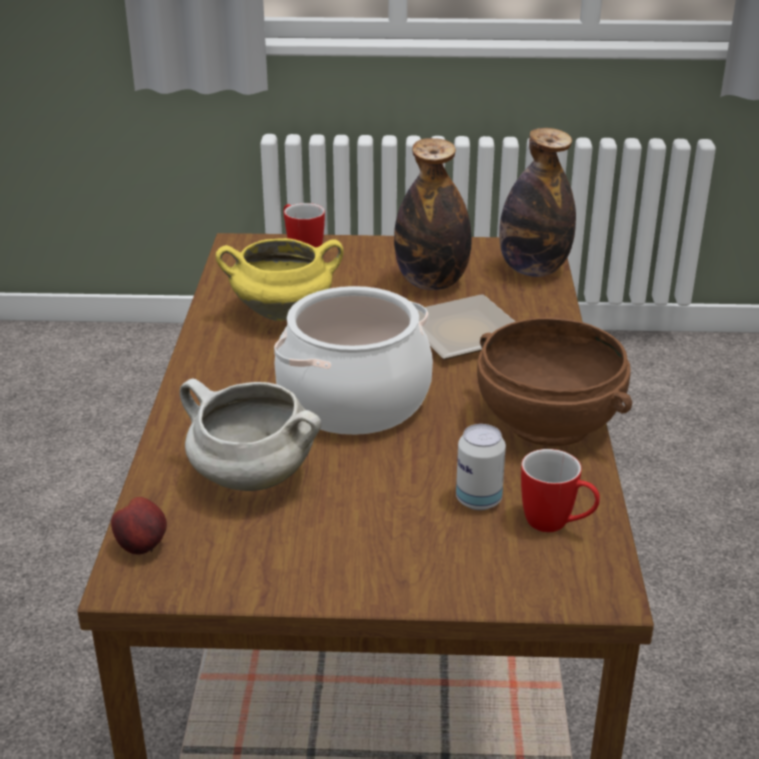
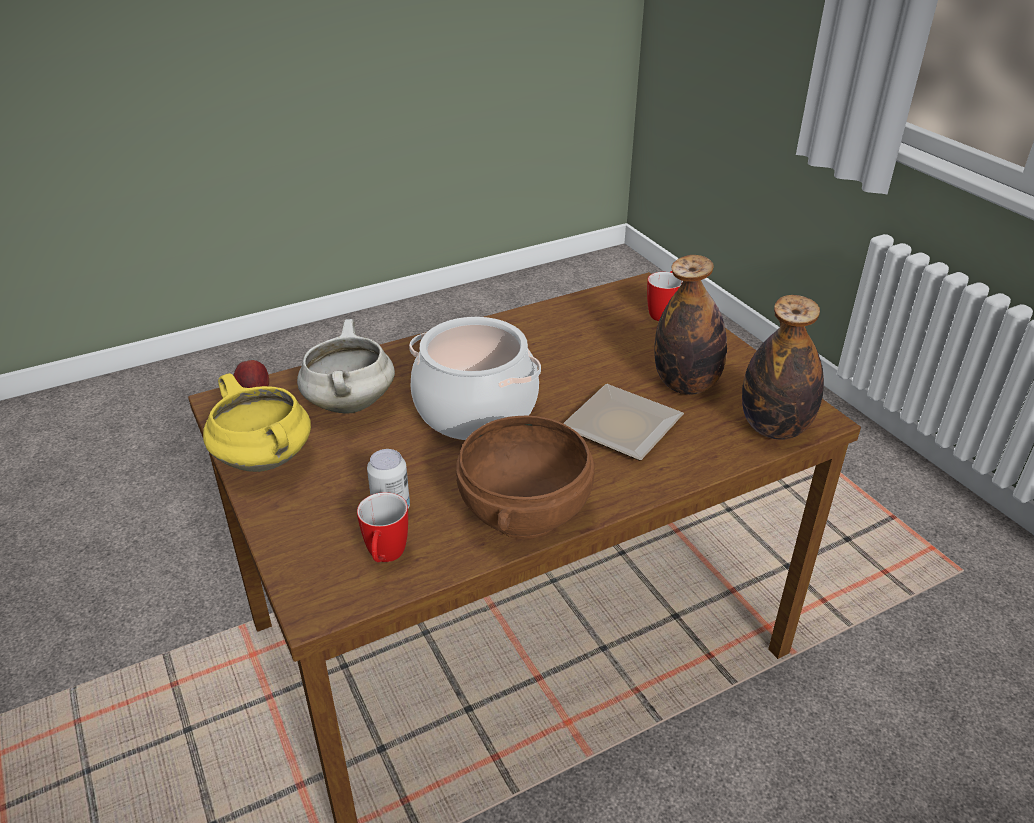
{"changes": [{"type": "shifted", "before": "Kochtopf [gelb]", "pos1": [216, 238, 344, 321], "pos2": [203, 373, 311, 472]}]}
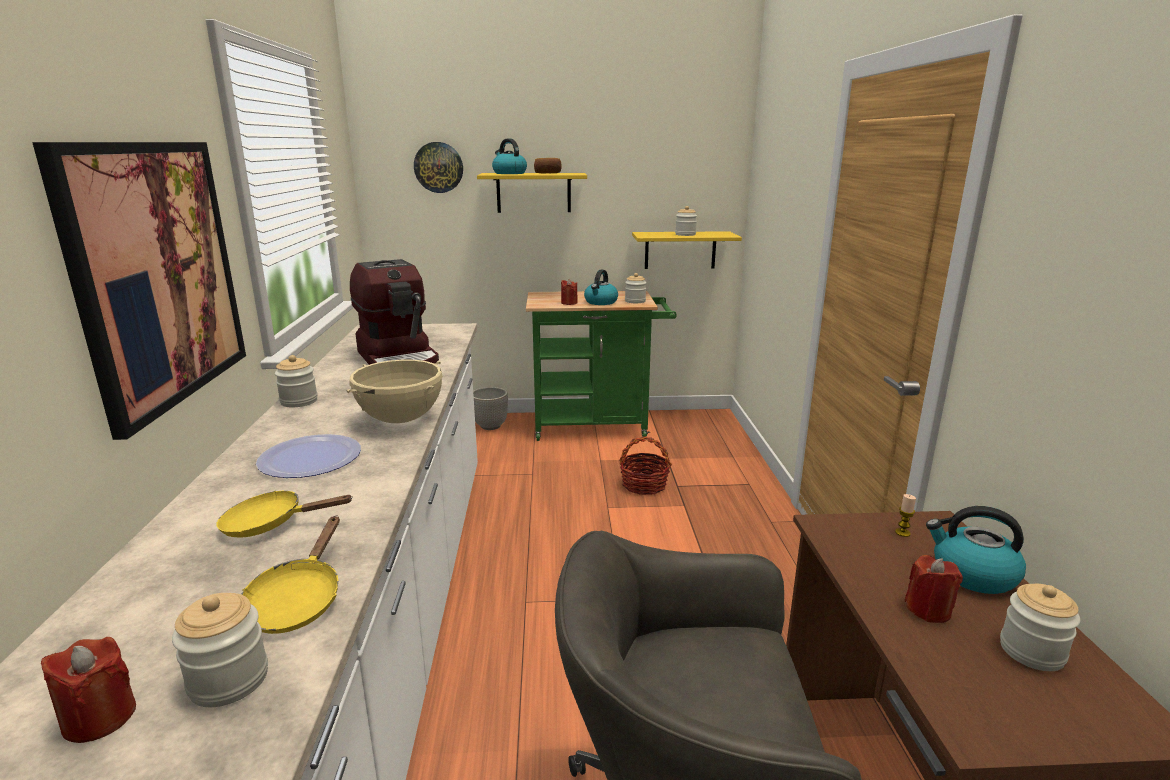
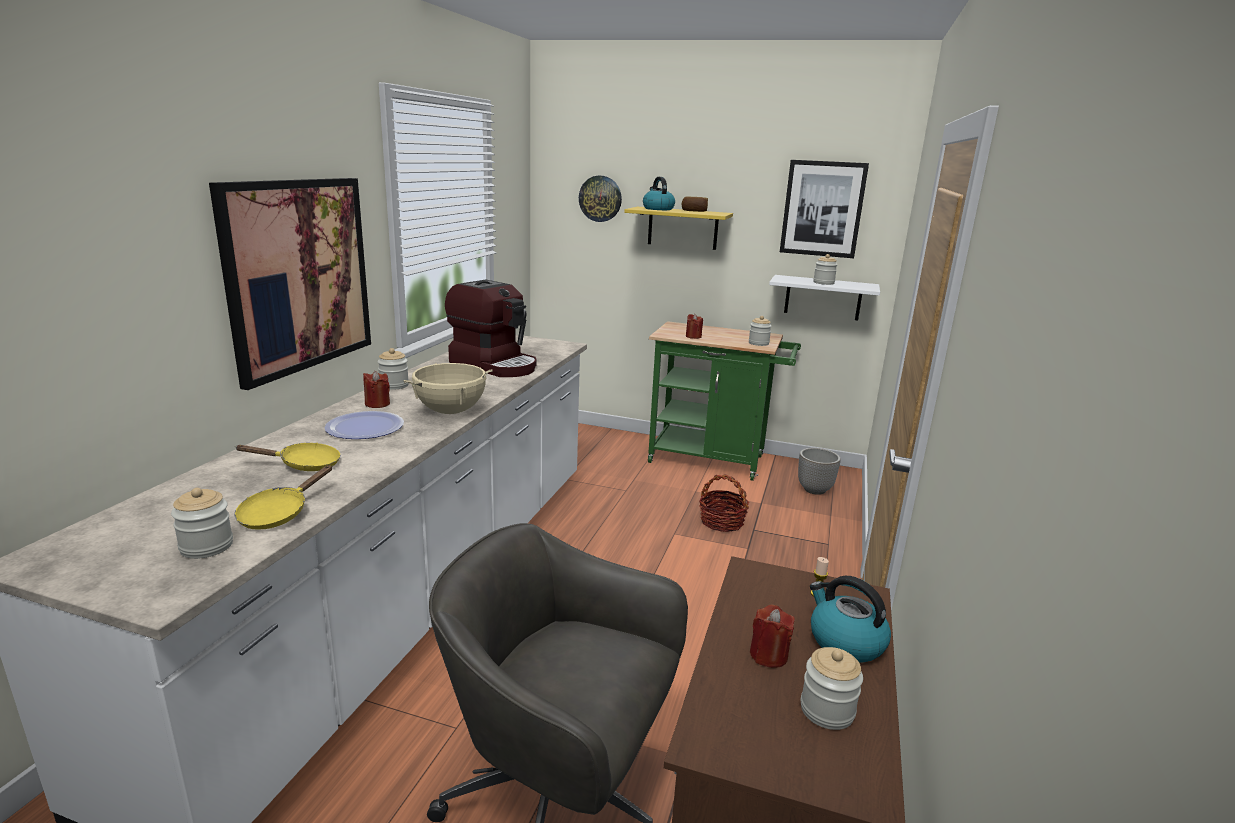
{"changes": [{"type": "shifted", "before": "Kerze [rot]", "pos1": [41, 637, 136, 743], "pos2": [363, 371, 390, 408]}, {"type": "rotated", "before": "Pfanne [gelb]", "pos1": [217, 491, 353, 538], "pos2": [235, 443, 340, 471], "turn": 150}, {"type": "rotated", "before": "Kaffeemaschine", "pos1": [350, 259, 439, 365], "pos2": [445, 280, 537, 377], "turn": -45}, {"type": "shifted", "before": "Pflanzkübel", "pos1": [473, 387, 508, 430], "pos2": [798, 448, 841, 495]}, {"type": "gone", "before": "Wasserkessel", "pos1": [584, 270, 618, 305]}, {"type": "repainted", "before": "Wandregal [gelb]", "after": "Wandregal [weiß]", "pos1": [632, 231, 742, 269], "pos2": [769, 275, 880, 320]}, {"type": "new", "after": "Bild", "pos2": [780, 160, 869, 258]}]}
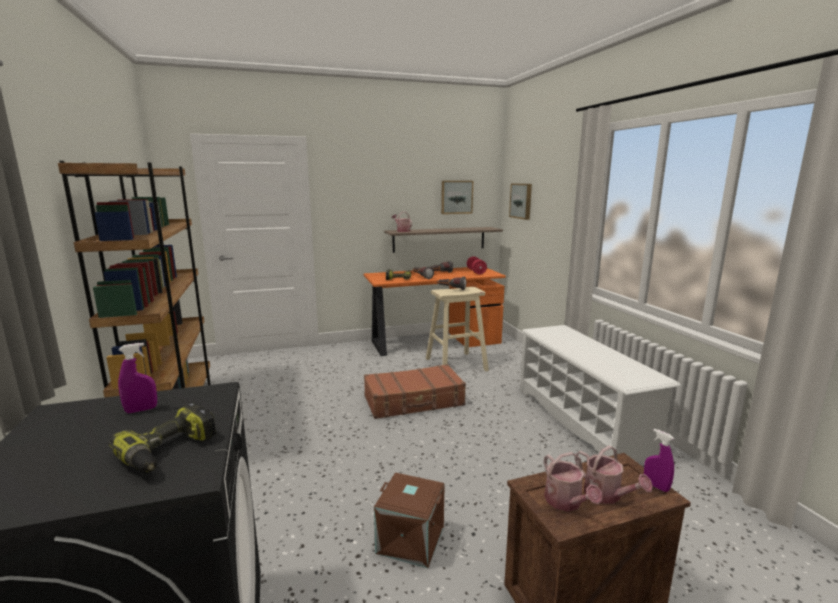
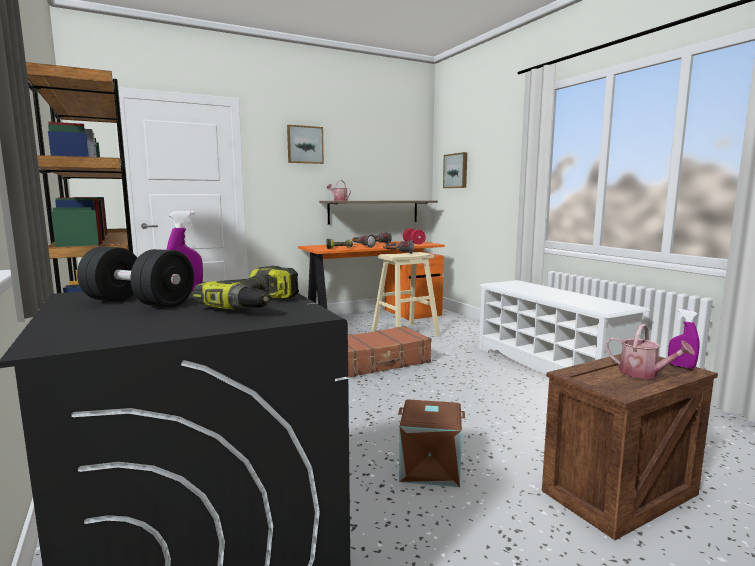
{"changes": [{"type": "shifted", "before": "Bild", "pos1": [441, 181, 473, 214], "pos2": [287, 125, 324, 164]}, {"type": "gone", "before": "Gießkanne", "pos1": [544, 452, 602, 512]}, {"type": "new", "after": "Hantel [schwarz]", "pos2": [77, 247, 194, 308]}]}
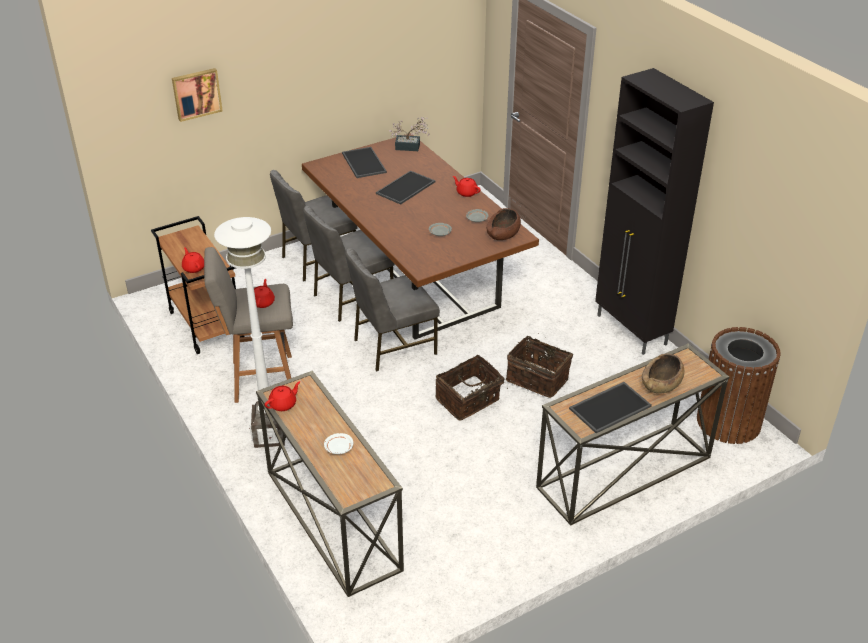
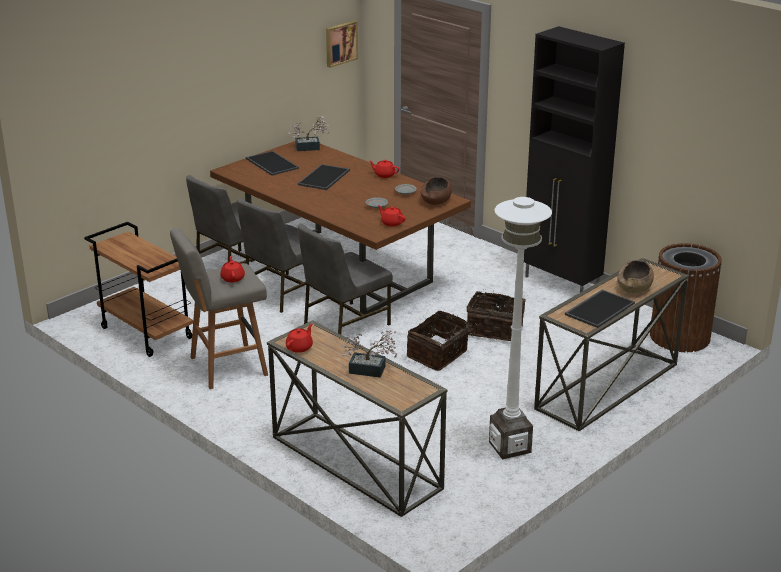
{"changes": [{"type": "shifted", "before": "Bild", "pos1": [172, 68, 223, 122], "pos2": [326, 21, 358, 68]}, {"type": "shifted", "before": "Teekanne [rot]", "pos1": [182, 247, 204, 273], "pos2": [378, 205, 405, 227]}, {"type": "shifted", "before": "Stehlampe [weiß]", "pos1": [214, 217, 285, 448], "pos2": [489, 197, 552, 459]}, {"type": "swapped", "before": "Teller [weiß]", "after": "Topfpflanze", "pos1": [324, 433, 353, 454], "pos2": [342, 330, 397, 378]}]}
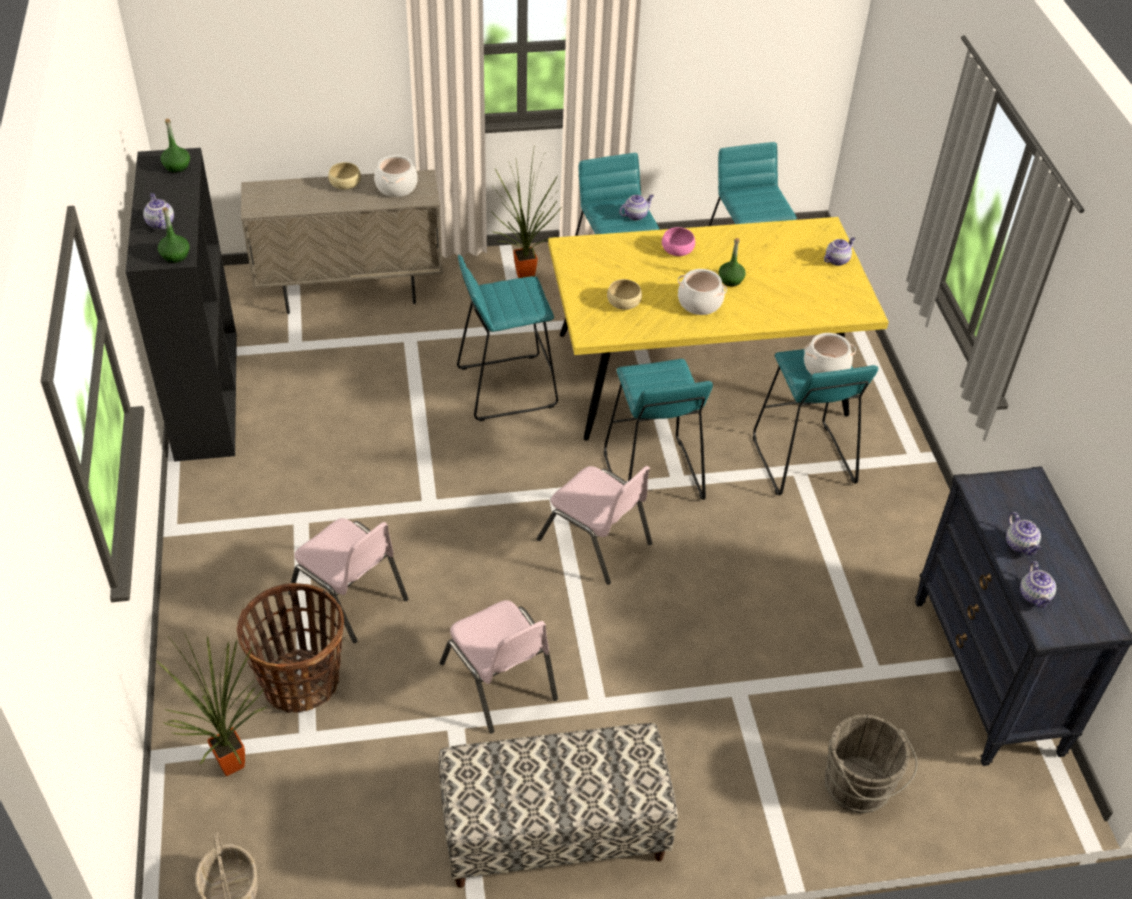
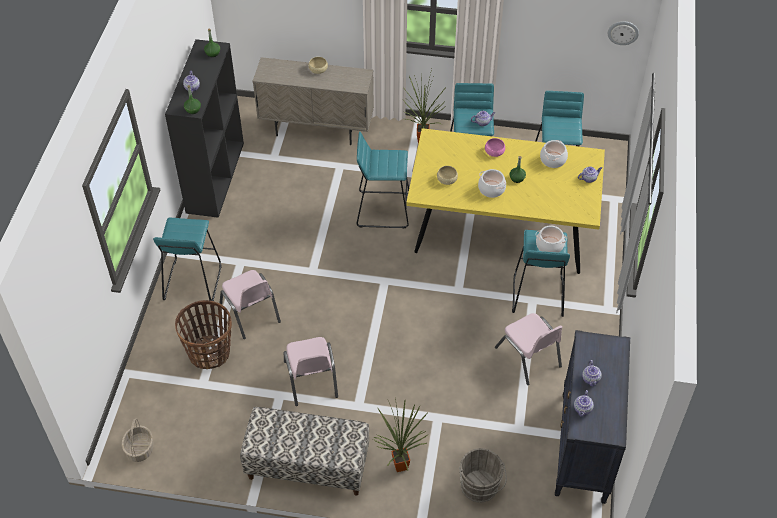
{"changes": [{"type": "shifted", "before": "Topfpflanze", "pos1": [156, 634, 267, 776], "pos2": [373, 399, 429, 472]}, {"type": "shifted", "before": "Kochtopf", "pos1": [374, 155, 418, 197], "pos2": [540, 140, 568, 168]}, {"type": "shifted", "before": "Stuhl [rosa]", "pos1": [537, 466, 652, 585], "pos2": [495, 313, 563, 385]}, {"type": "shifted", "before": "Hocker [türkis]", "pos1": [604, 359, 713, 500], "pos2": [153, 217, 221, 301]}, {"type": "new", "after": "Wanduhr", "pos2": [608, 21, 639, 45]}]}
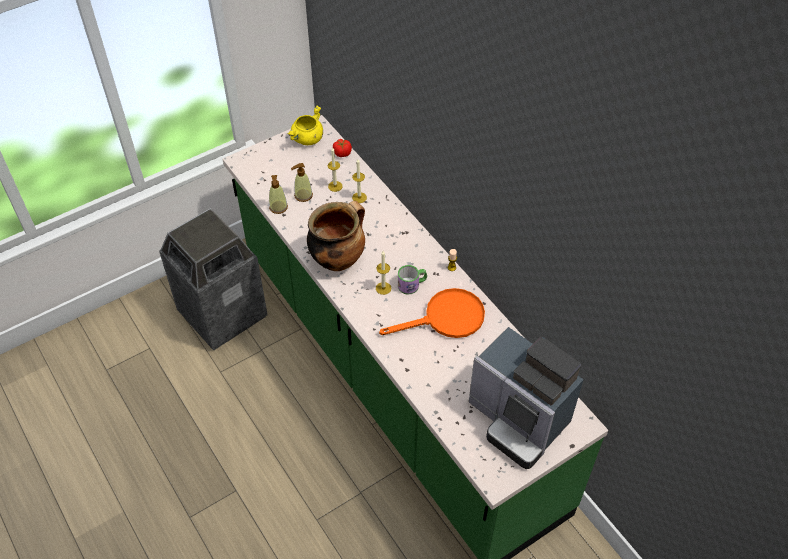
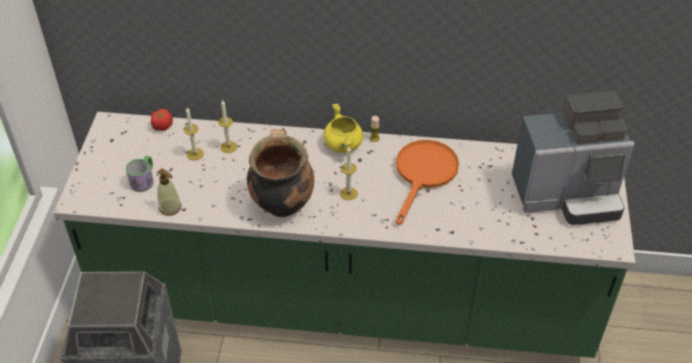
{"changes": [{"type": "shifted", "before": "Kochtopf [gelb]", "pos1": [287, 105, 323, 145], "pos2": [323, 103, 363, 153]}, {"type": "gone", "before": "Seifenspender", "pos1": [291, 163, 313, 202]}, {"type": "shifted", "before": "Henkelbecher", "pos1": [398, 265, 427, 295], "pos2": [126, 155, 154, 192]}]}
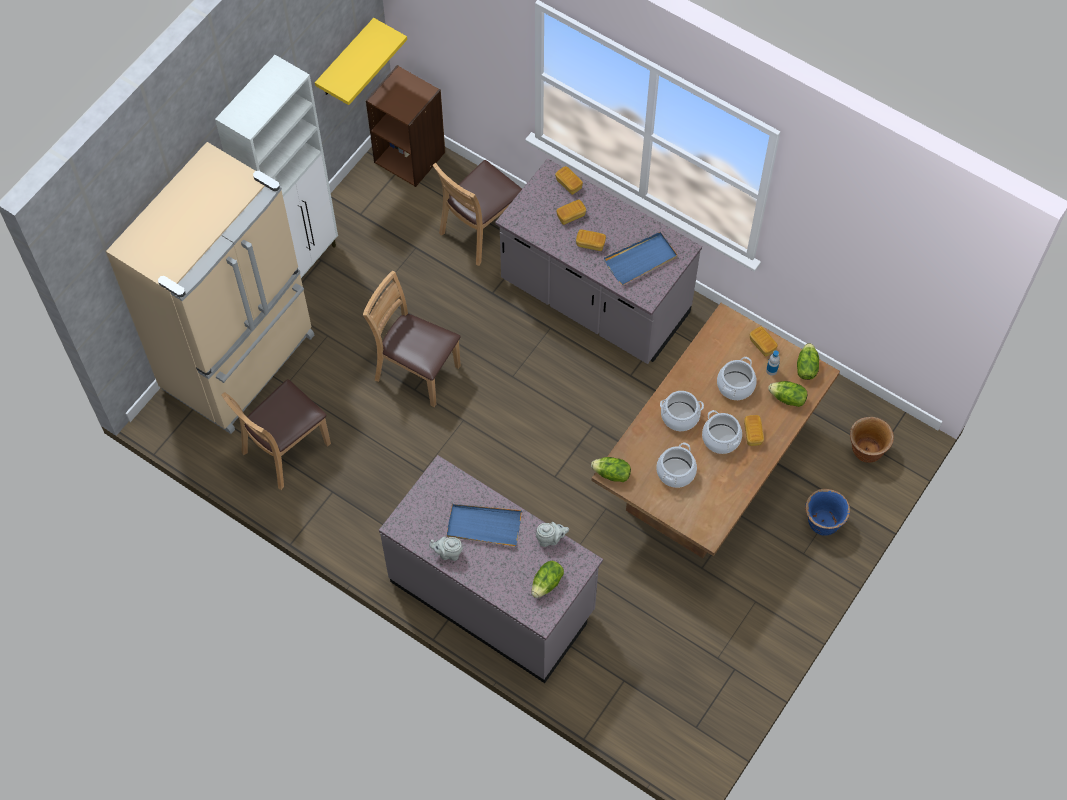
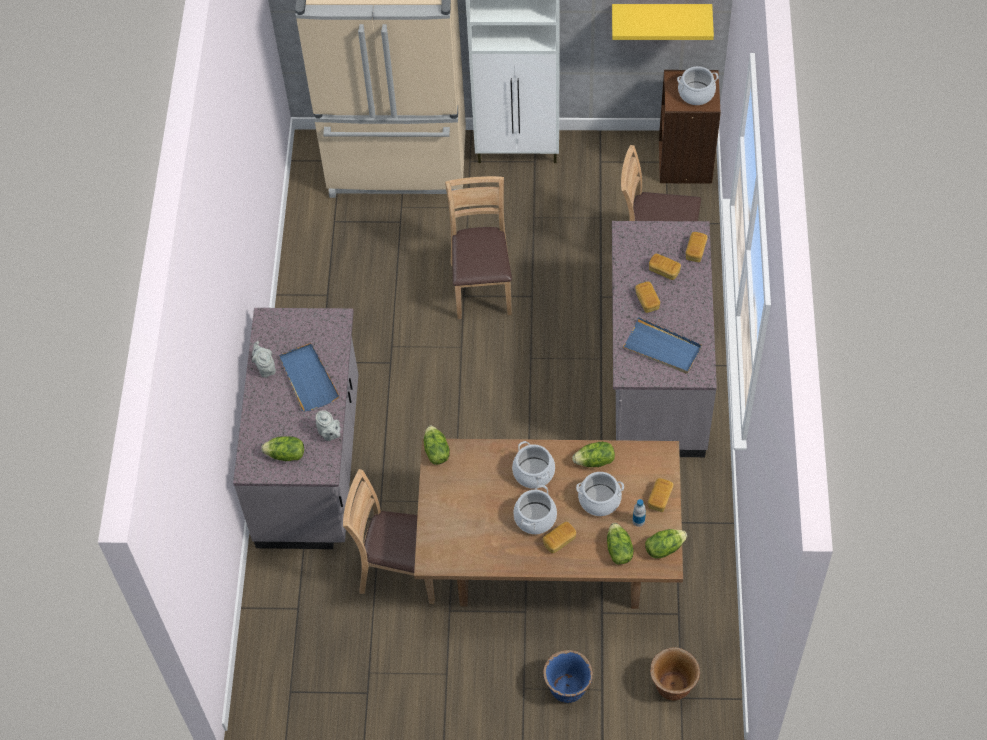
{"changes": [{"type": "shifted", "before": "Stuhl [braun]", "pos1": [221, 379, 331, 490], "pos2": [343, 469, 435, 604]}, {"type": "shifted", "before": "Kochtopf", "pos1": [656, 443, 697, 488], "pos2": [677, 66, 719, 105]}, {"type": "new", "after": "Salatkopf", "pos2": [572, 442, 615, 467]}]}
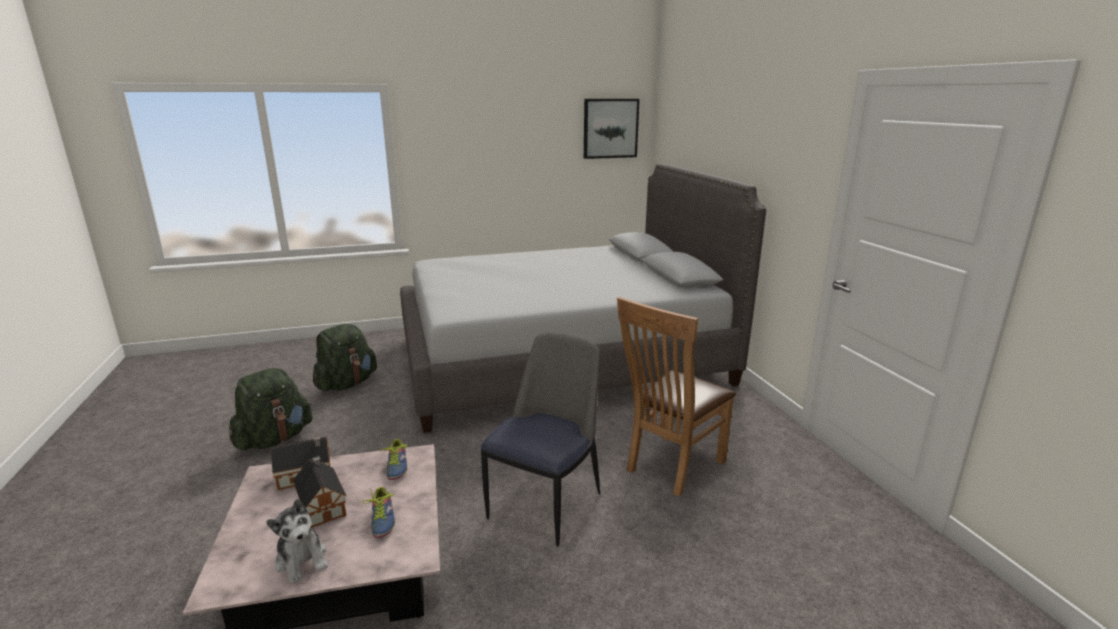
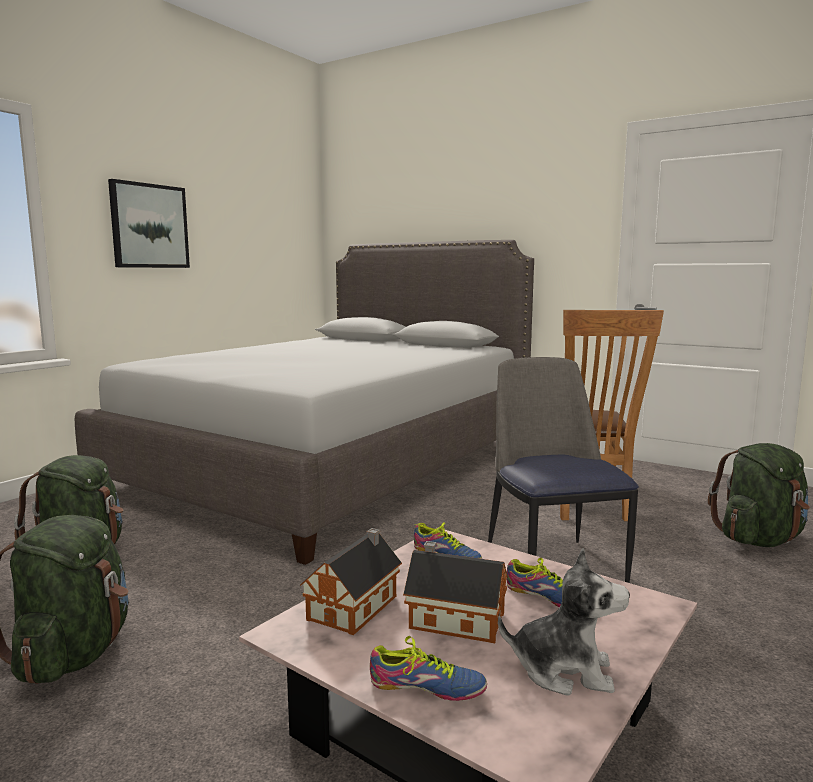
{"changes": [{"type": "shifted", "before": "Bild", "pos1": [584, 99, 640, 159], "pos2": [108, 179, 190, 268]}, {"type": "new", "after": "Schuh", "pos2": [370, 636, 487, 701]}, {"type": "new", "after": "Rucksack [grün]", "pos2": [708, 443, 810, 547]}]}
